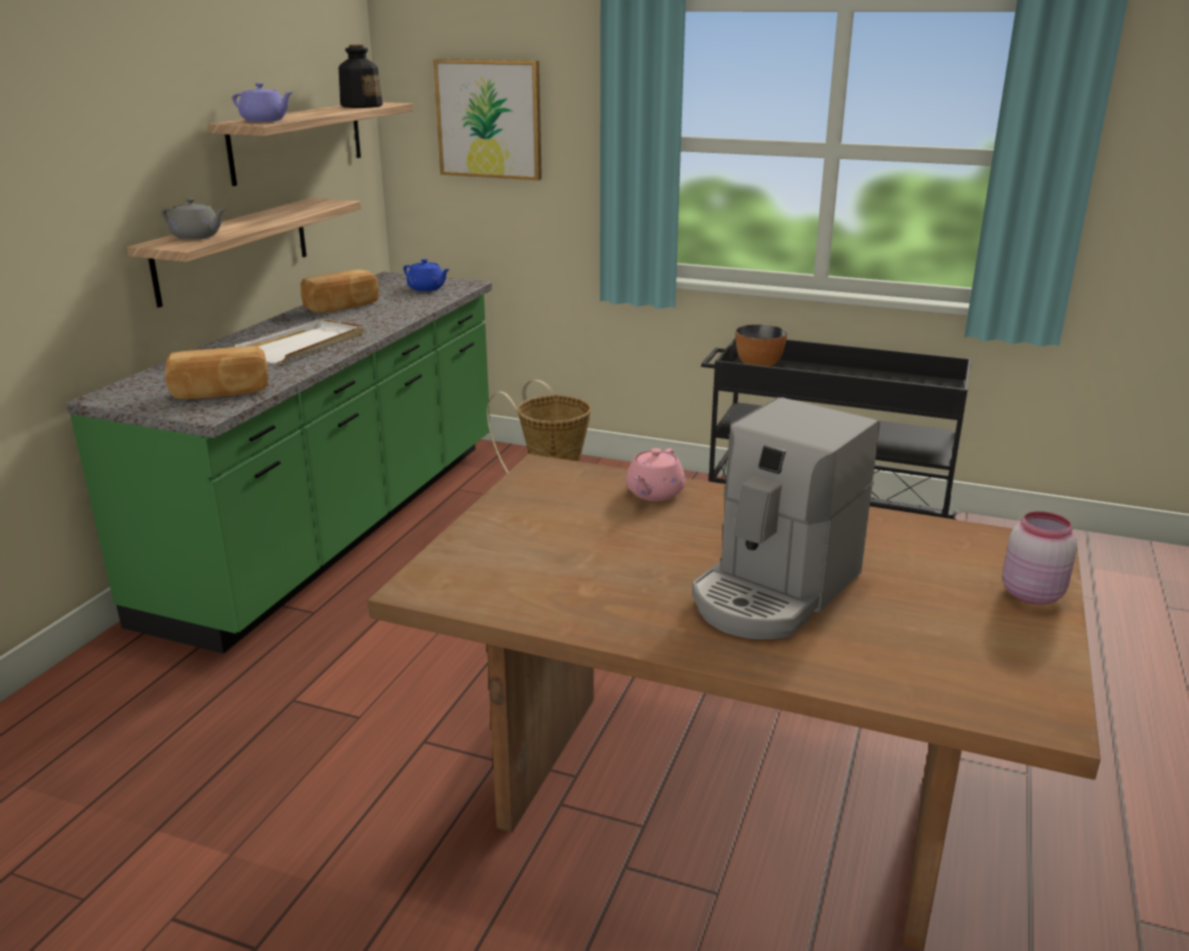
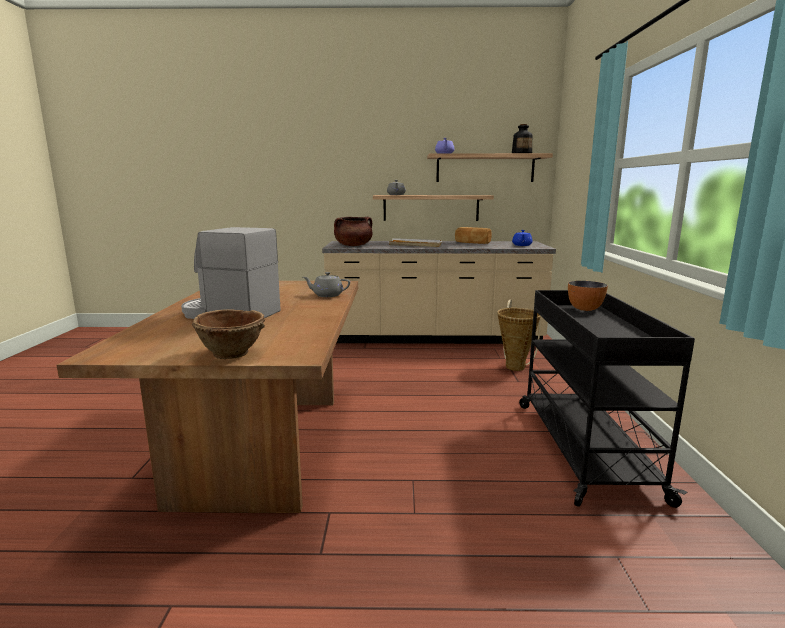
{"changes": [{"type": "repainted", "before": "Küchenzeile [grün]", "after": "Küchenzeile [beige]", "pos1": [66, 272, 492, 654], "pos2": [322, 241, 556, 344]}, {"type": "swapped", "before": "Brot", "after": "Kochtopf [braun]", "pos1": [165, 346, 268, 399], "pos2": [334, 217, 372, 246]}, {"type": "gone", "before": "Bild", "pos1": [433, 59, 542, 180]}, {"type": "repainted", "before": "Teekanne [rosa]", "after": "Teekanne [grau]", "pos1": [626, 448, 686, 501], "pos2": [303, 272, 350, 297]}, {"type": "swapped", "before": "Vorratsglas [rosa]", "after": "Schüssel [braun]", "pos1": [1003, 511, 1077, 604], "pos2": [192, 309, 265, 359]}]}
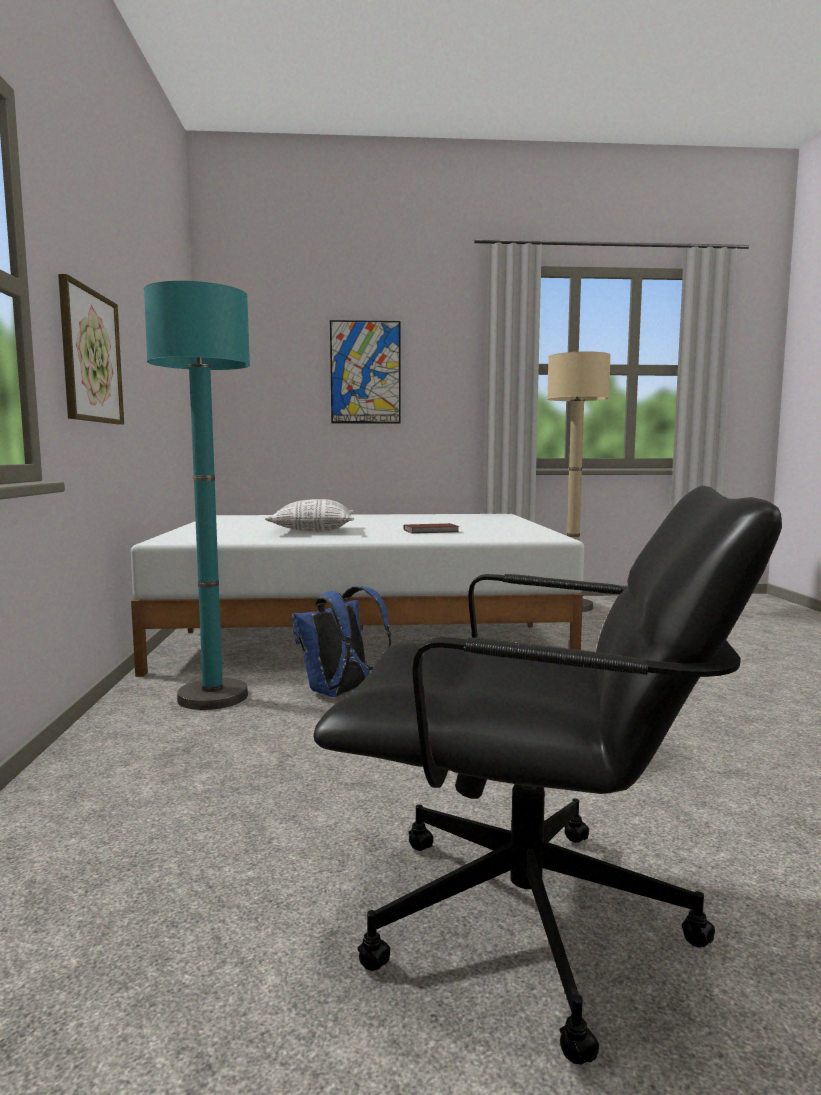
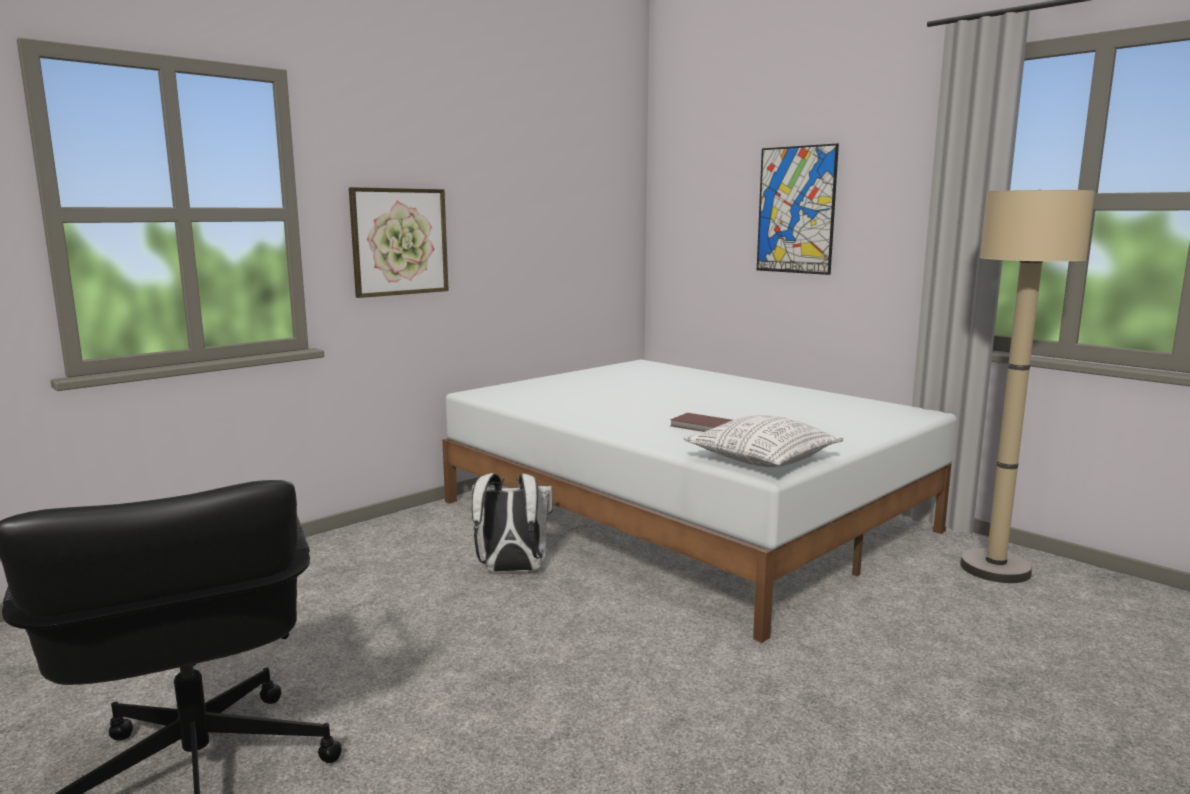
{"changes": [{"type": "gone", "before": "Stehlampe [türkis]", "pos1": [144, 281, 250, 710]}, {"type": "shifted", "before": "Kissen", "pos1": [265, 499, 355, 532], "pos2": [684, 415, 844, 467]}, {"type": "repainted", "before": "Rucksack [blau]", "after": "Rucksack [weiß]", "pos1": [292, 586, 391, 697], "pos2": [472, 473, 553, 572]}]}
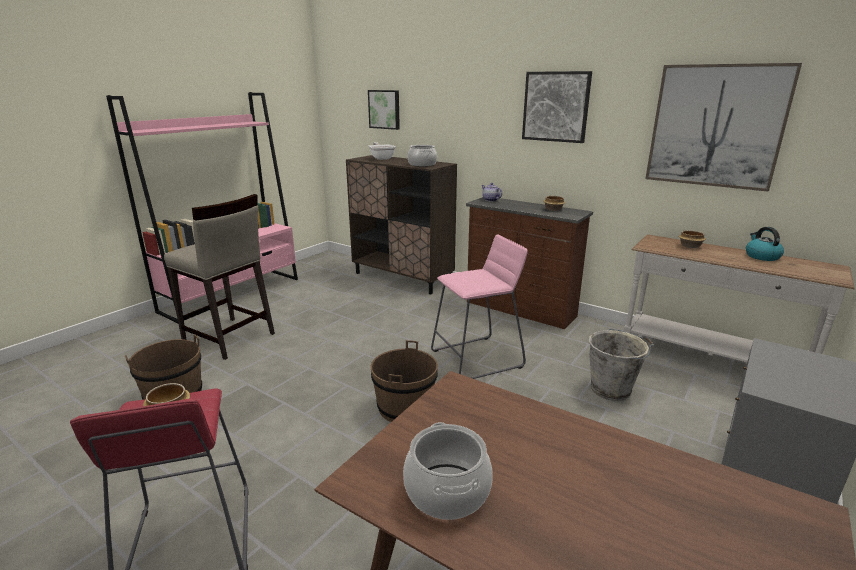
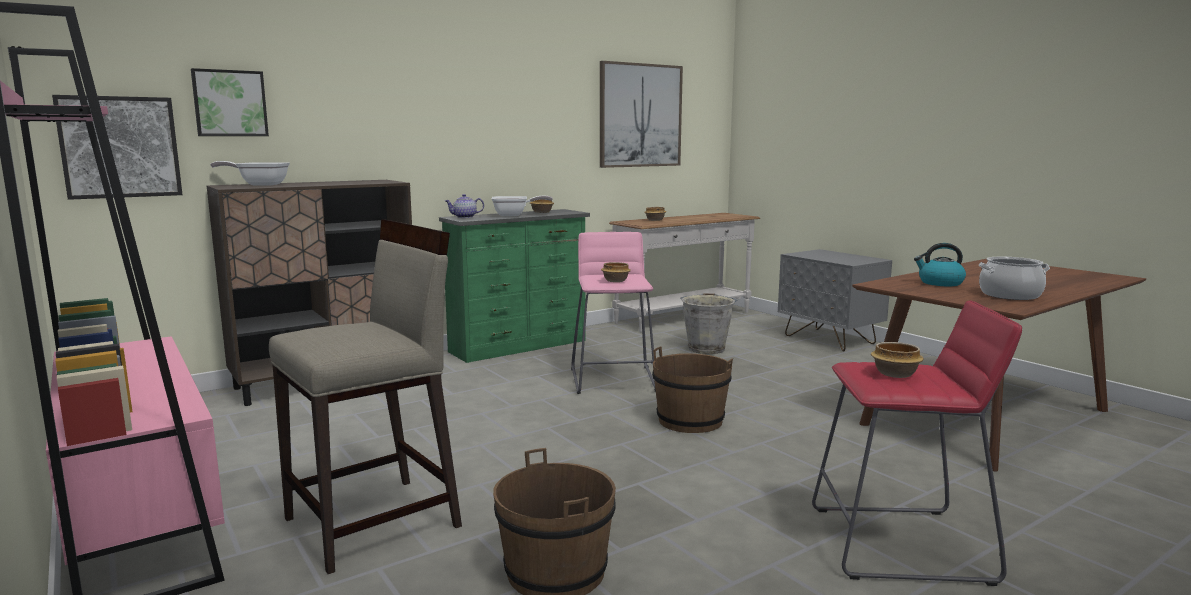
{"changes": [{"type": "gone", "before": "Kochtopf", "pos1": [408, 145, 437, 166]}, {"type": "repainted", "before": "Kommode [braun]", "after": "Kommode [grün]", "pos1": [466, 197, 593, 329], "pos2": [439, 209, 590, 363]}, {"type": "shifted", "before": "Bild", "pos1": [522, 71, 592, 143], "pos2": [52, 95, 183, 200]}, {"type": "shifted", "before": "Wasserkessel", "pos1": [746, 227, 784, 261], "pos2": [914, 243, 966, 286]}, {"type": "new", "after": "Pfanne", "pos2": [491, 196, 553, 216]}, {"type": "new", "after": "Schüssel", "pos2": [601, 262, 631, 282]}]}
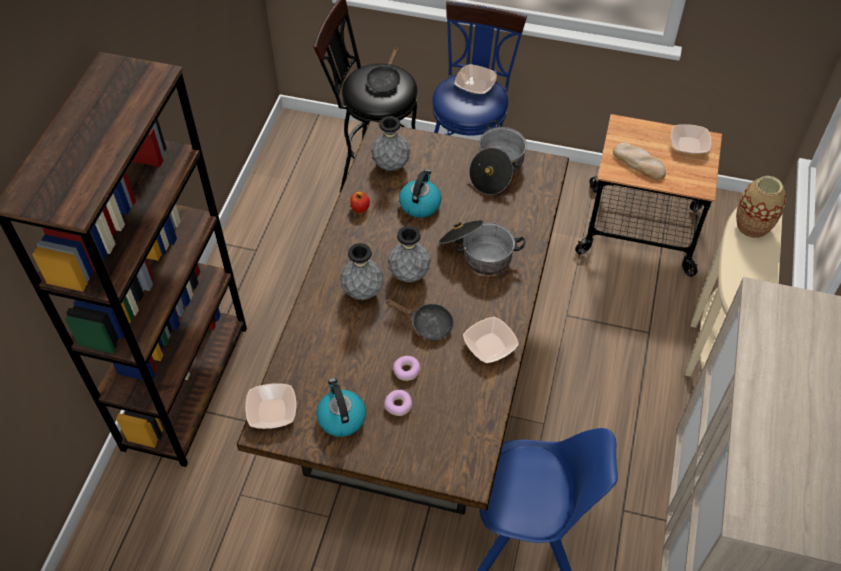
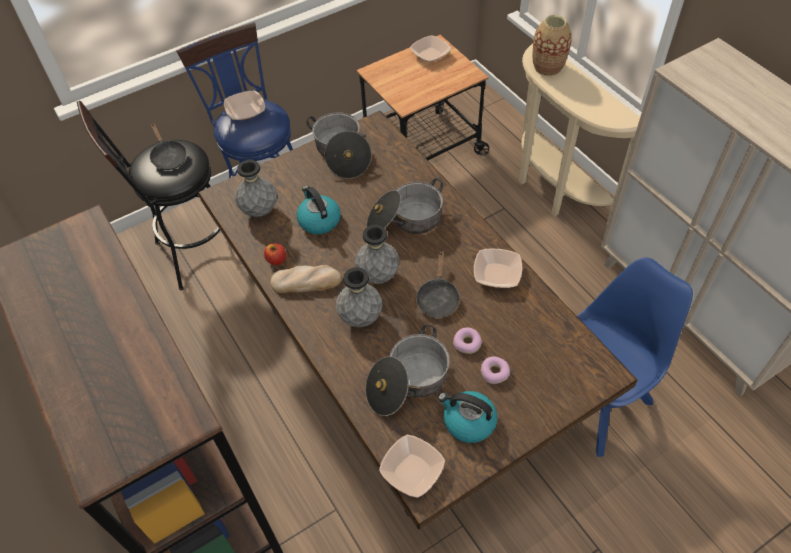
{"changes": [{"type": "rotated", "before": "Pfanne [schwarz]", "pos1": [385, 299, 454, 340], "pos2": [416, 251, 460, 318], "turn": 120}, {"type": "shifted", "before": "Brot", "pos1": [613, 142, 666, 180], "pos2": [271, 265, 342, 293]}, {"type": "new", "after": "Kochtopf", "pos2": [365, 325, 450, 416]}]}
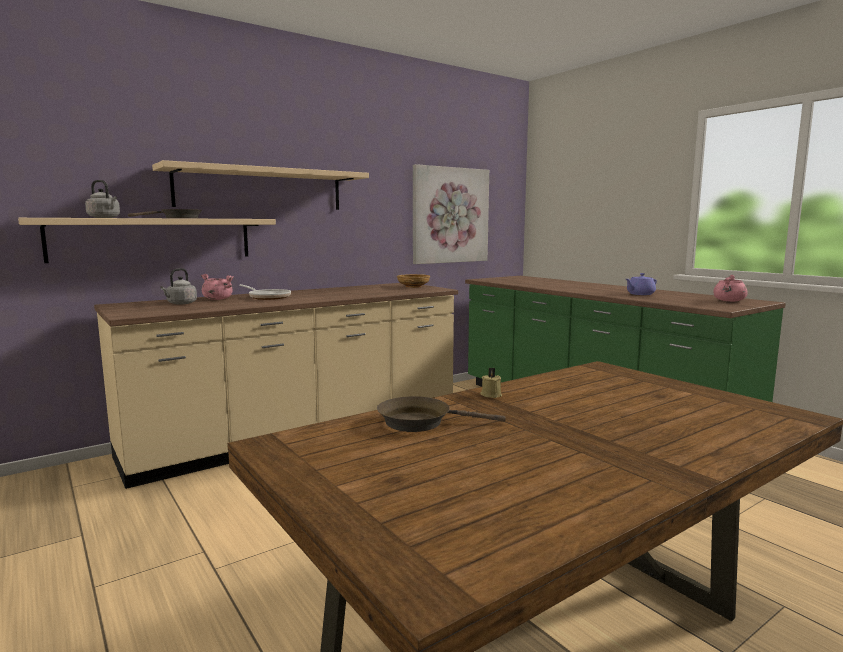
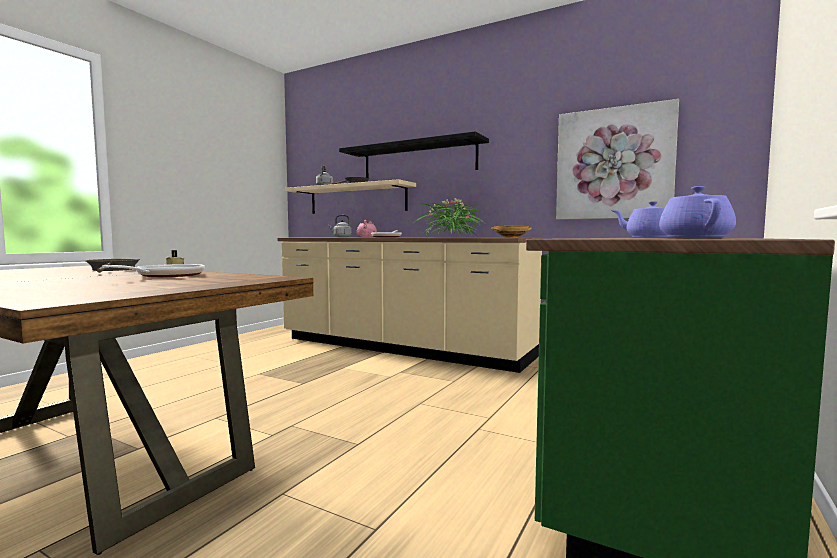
{"changes": [{"type": "repainted", "before": "Wandregal [beige]", "after": "Wandregal [schwarz]", "pos1": [152, 160, 369, 210], "pos2": [339, 131, 489, 178]}, {"type": "swapped", "before": "Kochtopf [rosa]", "after": "Teekanne [lila]", "pos1": [713, 275, 748, 302], "pos2": [659, 186, 736, 238]}, {"type": "new", "after": "Pfanne", "pos2": [102, 264, 205, 277]}, {"type": "new", "after": "Topfpflanze", "pos2": [415, 198, 486, 236]}]}
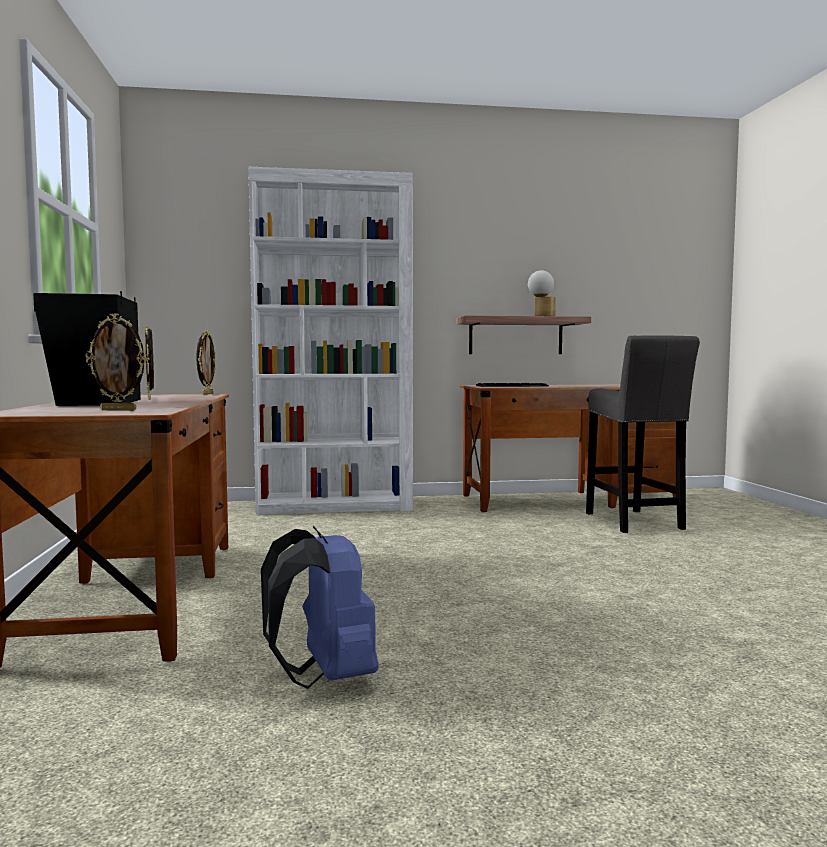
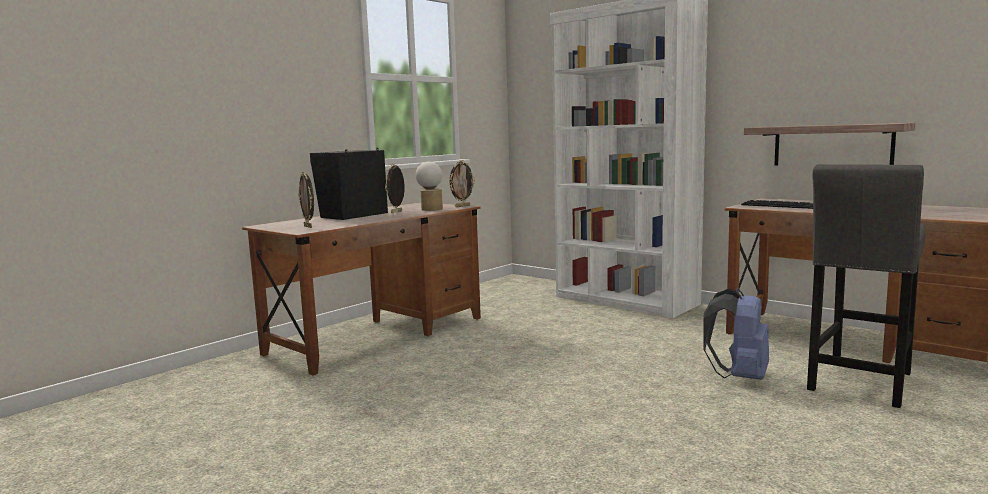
{"changes": [{"type": "shifted", "before": "Rucksack [blau]", "pos1": [261, 525, 378, 689], "pos2": [703, 288, 769, 380]}, {"type": "shifted", "before": "Tischlampe", "pos1": [528, 270, 556, 316], "pos2": [415, 162, 443, 211]}]}
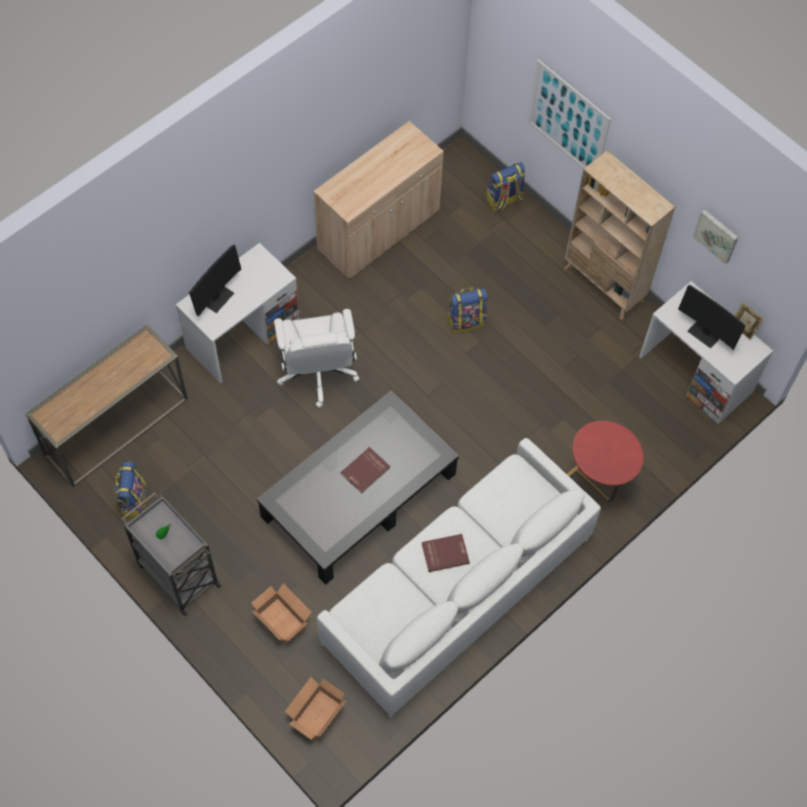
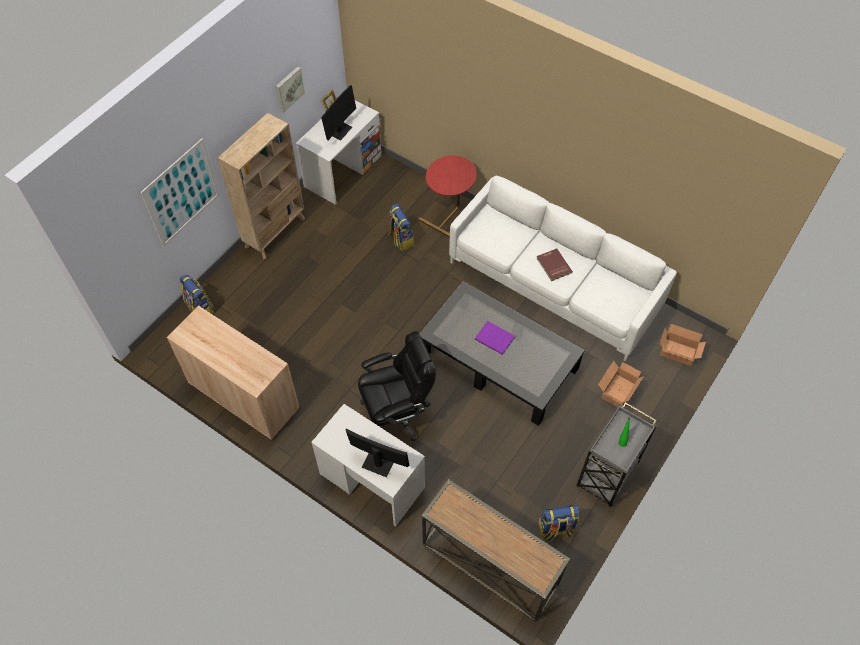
{"changes": [{"type": "repainted", "before": "Bürostuhl [weiß]", "after": "Bürostuhl [schwarz]", "pos1": [274, 309, 359, 408], "pos2": [358, 331, 436, 441]}, {"type": "repainted", "before": "Buch [rot]", "after": "Buch [lila]", "pos1": [341, 447, 390, 493], "pos2": [475, 321, 515, 355]}, {"type": "shifted", "before": "Rucksack", "pos1": [447, 287, 488, 333], "pos2": [388, 204, 414, 251]}]}
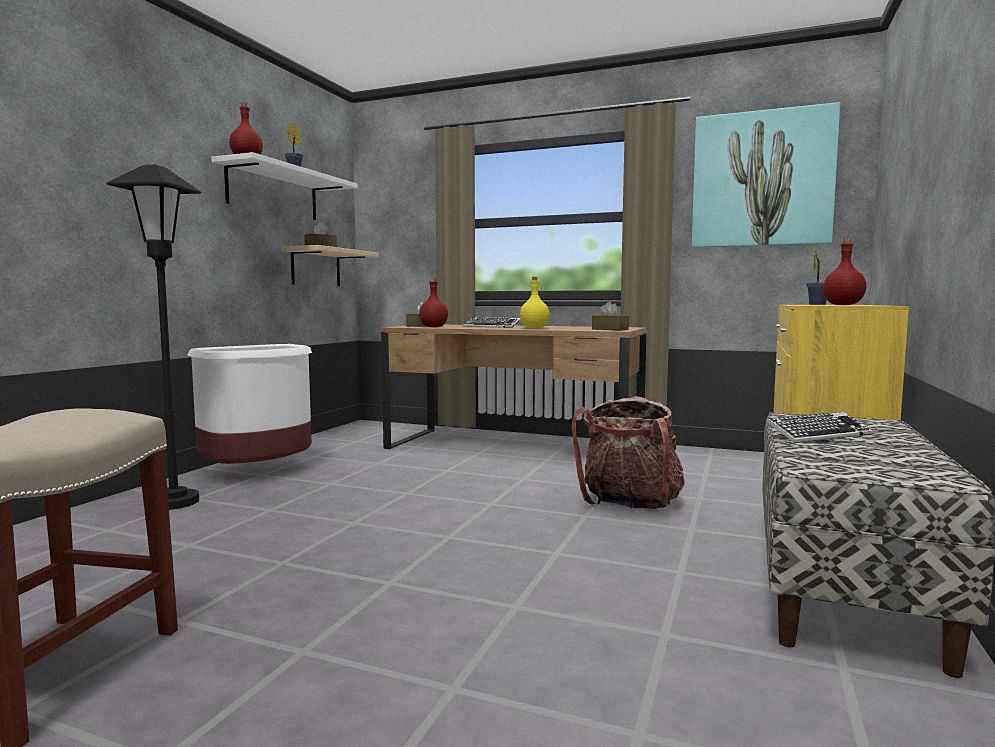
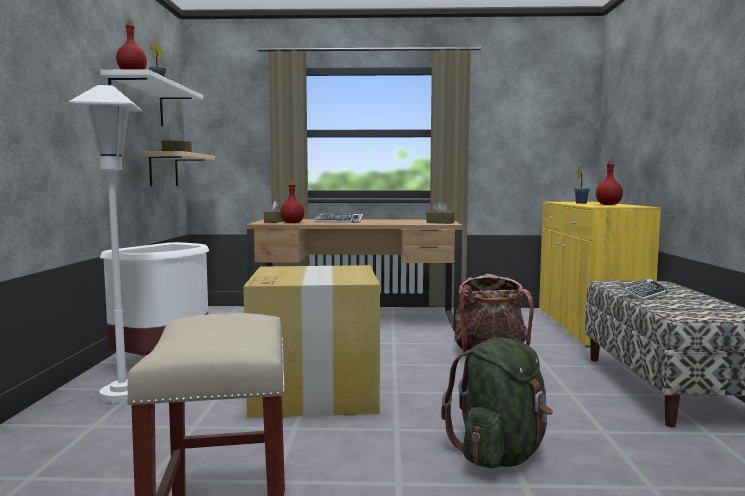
{"changes": [{"type": "repainted", "before": "Stehlampe [schwarz]", "after": "Stehlampe [weiß]", "pos1": [106, 165, 201, 510], "pos2": [69, 85, 142, 403]}, {"type": "gone", "before": "Flasche [gelb]", "pos1": [520, 277, 550, 328]}, {"type": "gone", "before": "Bild", "pos1": [692, 102, 840, 248]}, {"type": "new", "after": "Karton", "pos2": [243, 265, 380, 418]}, {"type": "new", "after": "Rucksack [grün]", "pos2": [441, 337, 553, 469]}]}
